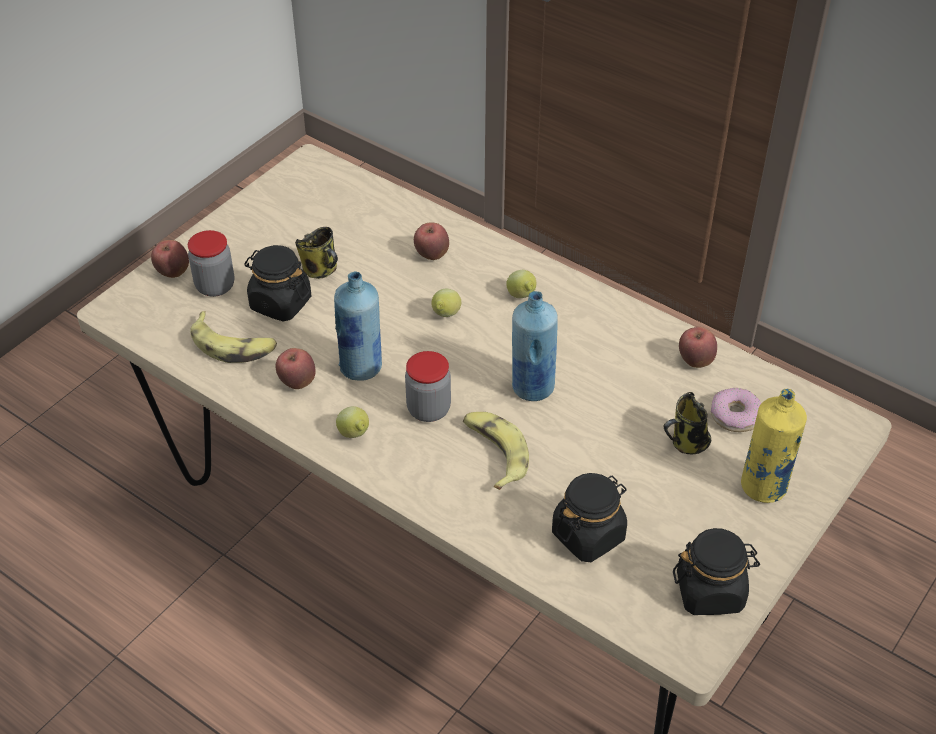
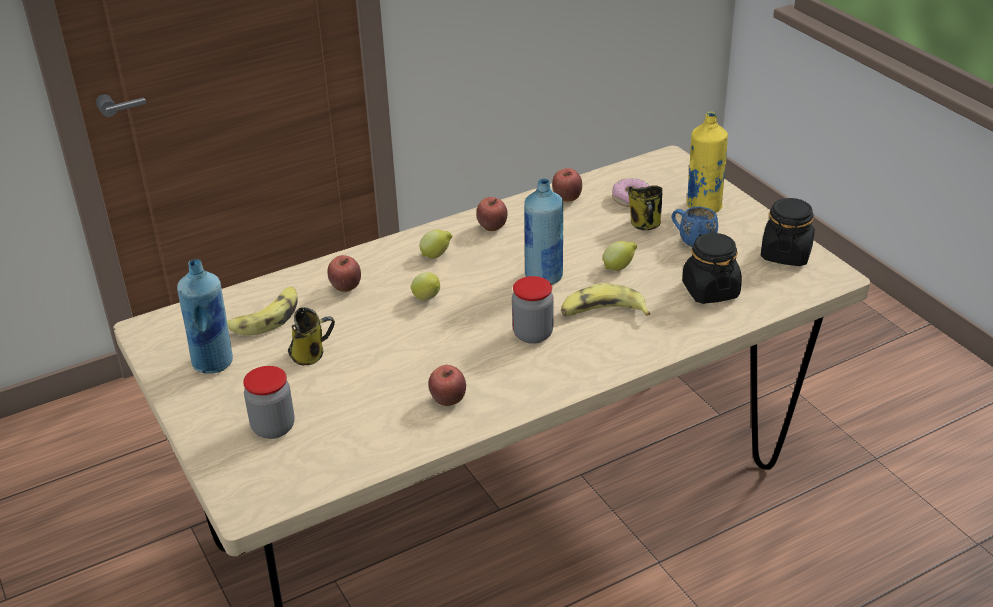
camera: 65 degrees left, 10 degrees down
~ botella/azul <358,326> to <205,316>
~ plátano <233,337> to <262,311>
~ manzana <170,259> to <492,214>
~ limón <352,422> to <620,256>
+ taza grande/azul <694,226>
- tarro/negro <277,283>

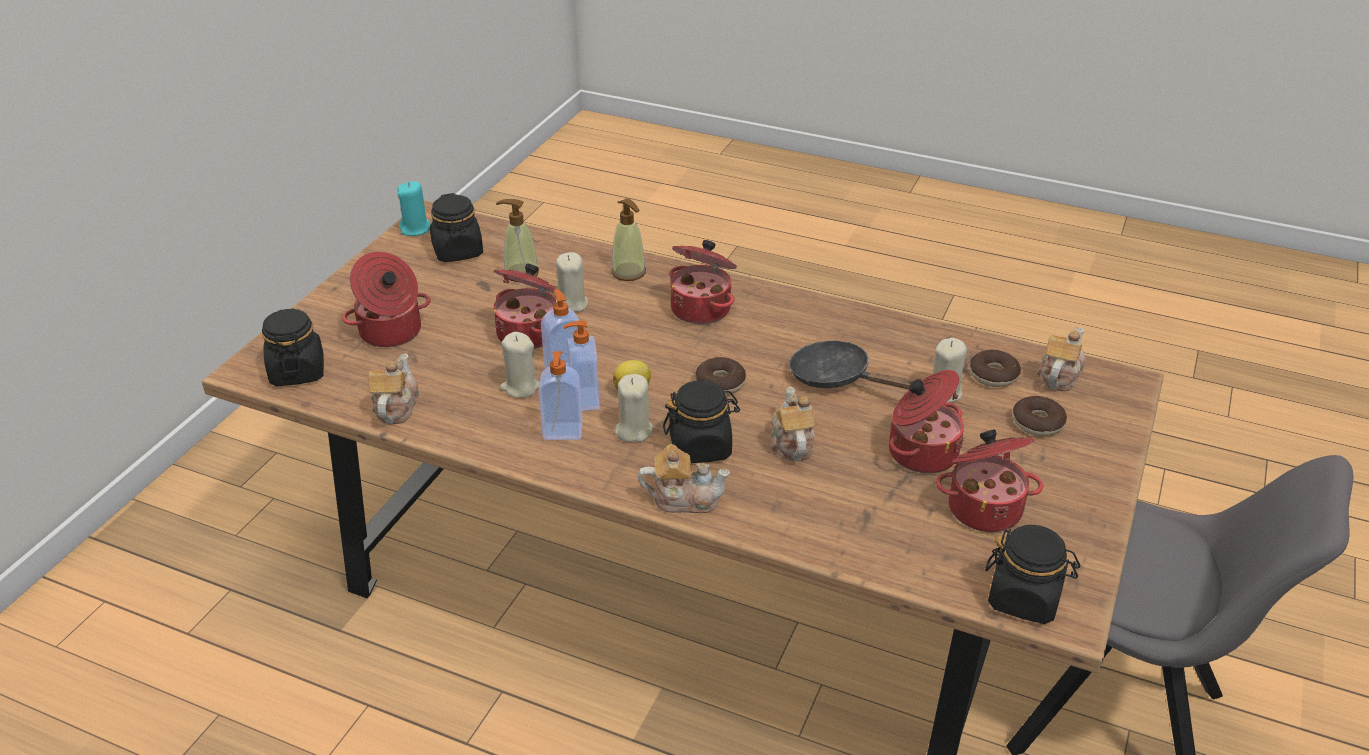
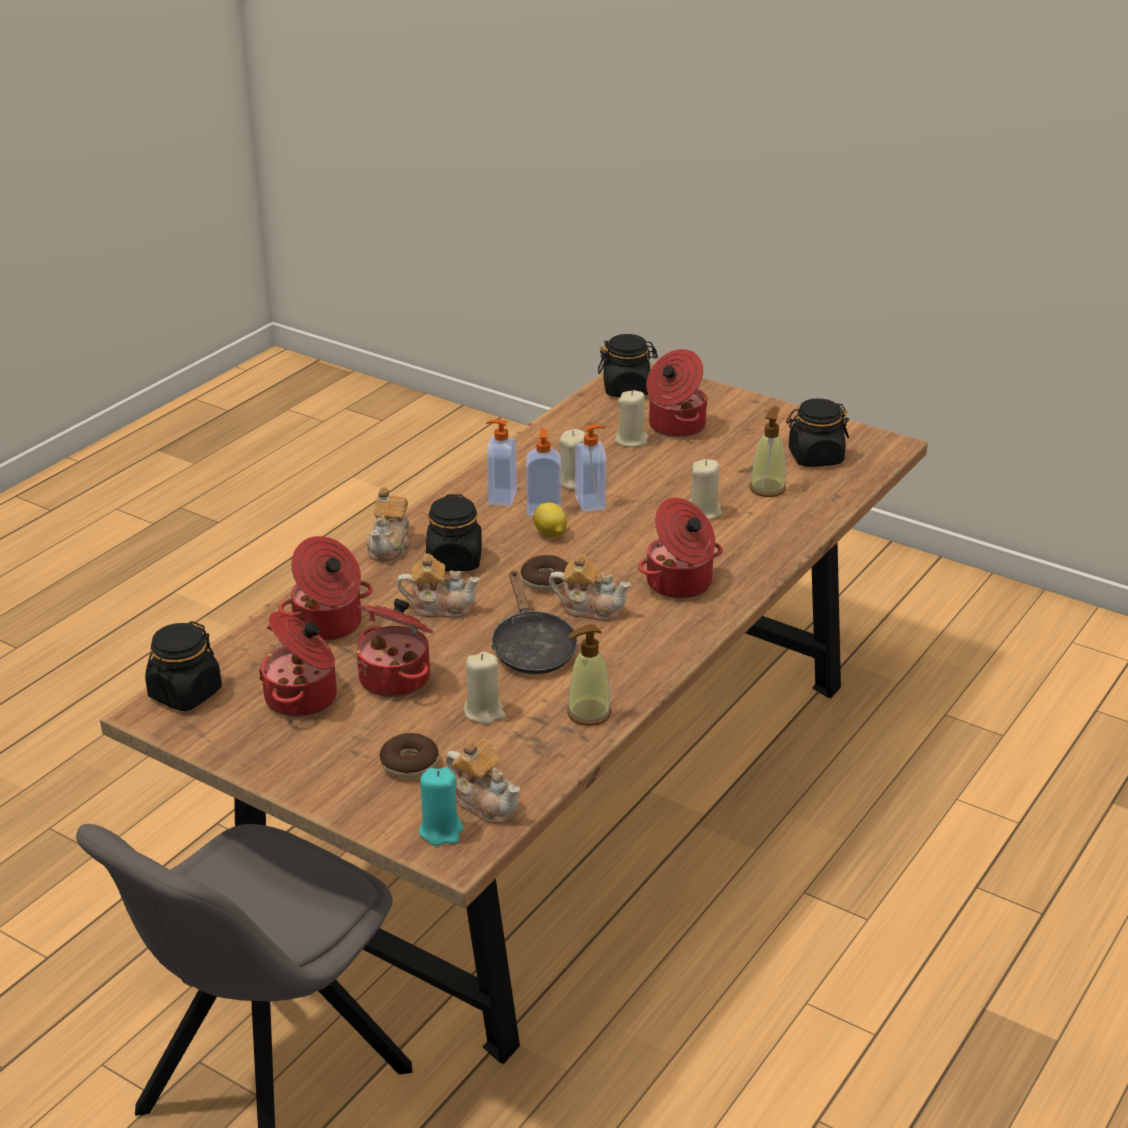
camera: 100 degrees right, 5 degrees down
~ olla <525,306> to <325,588>
~ vela/turquesa <413,208> to <441,806>
~ sartén/negro <851,365> = <534,622> 120 degrees clockwise
~ tetera <394,388> to <590,587>
~ dispensador de jabón <628,239> to <589,675>
~ vela/beis <634,408> to <632,418>
- rosquilla <995,368>

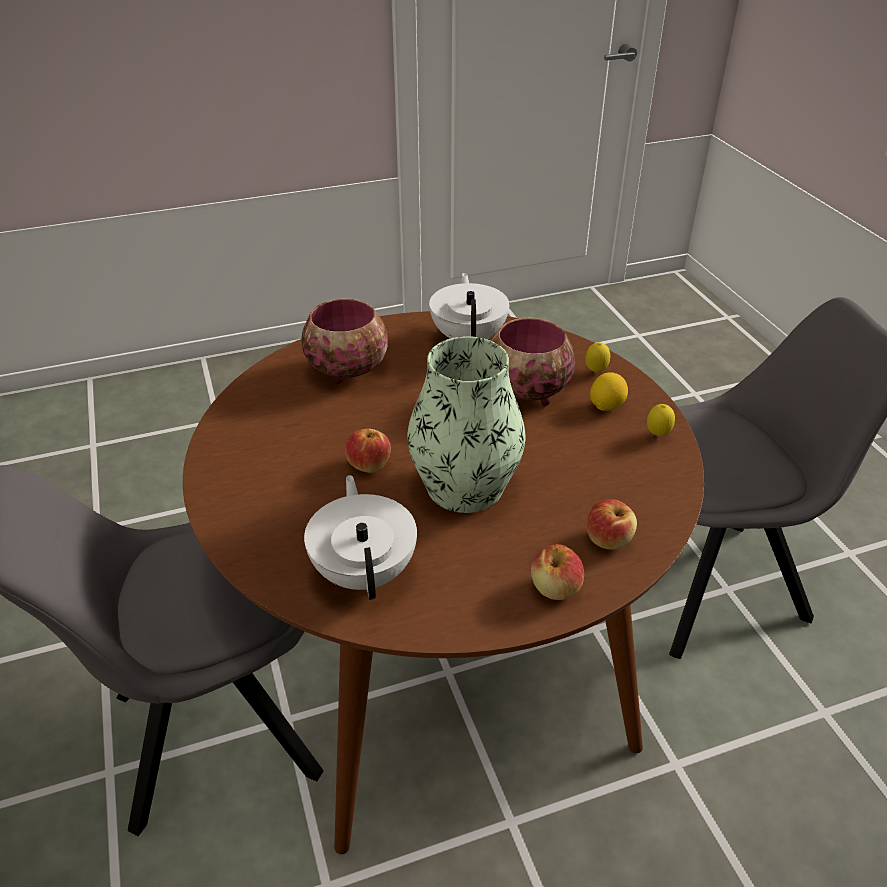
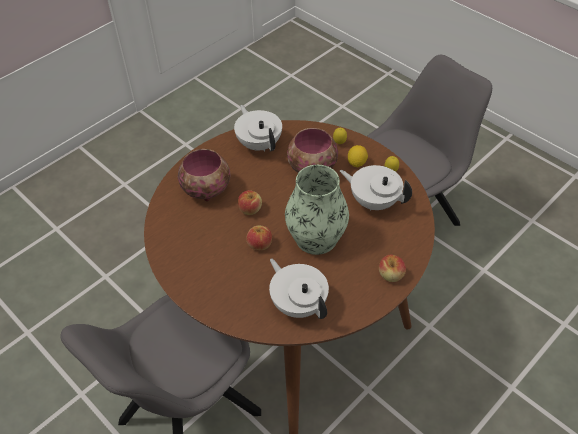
camera: 25 degrees left, 10 degrees up
~ manzana <612,524> to <250,202>
+ tetera/blanco <376,188>

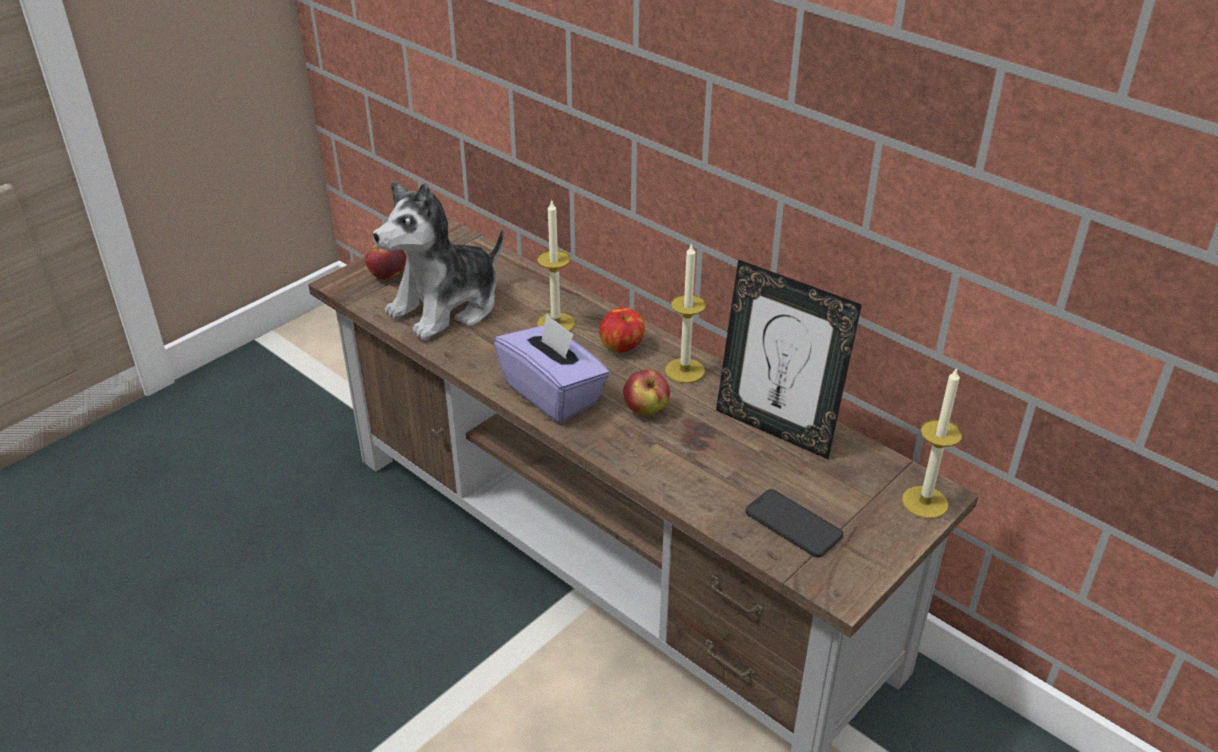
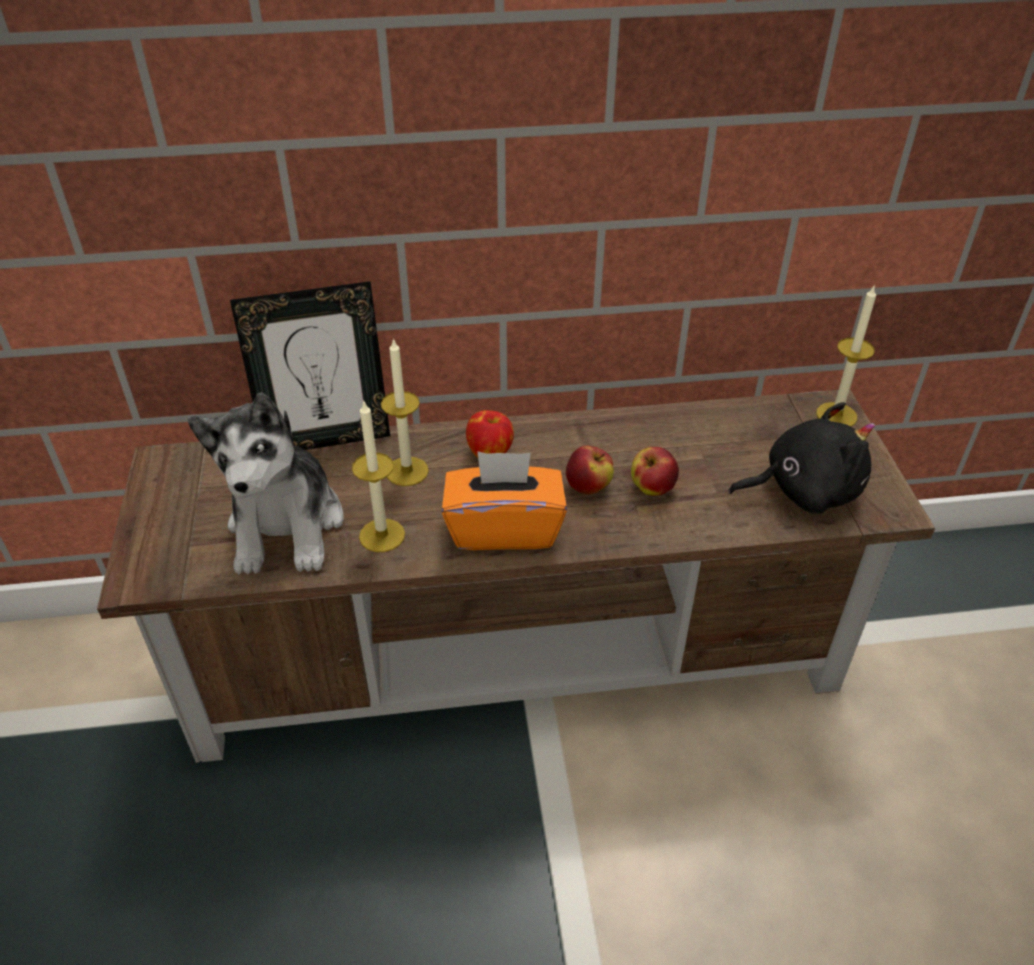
camera: 50 degrees left, 5 degrees up
~ portarretratos <789,359> to <310,365>
~ vela <685,313> to <378,476>
~ caja de pañuelos/morado <552,368> to caja de pañuelos/naranja <504,500>
~ manzana <385,262> to <655,471>
~ móvil <794,523> to peluche/negro <801,458>

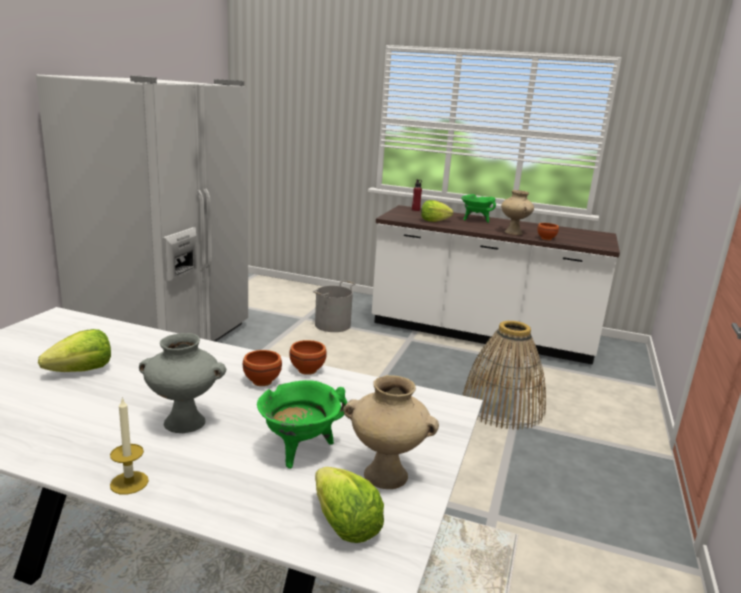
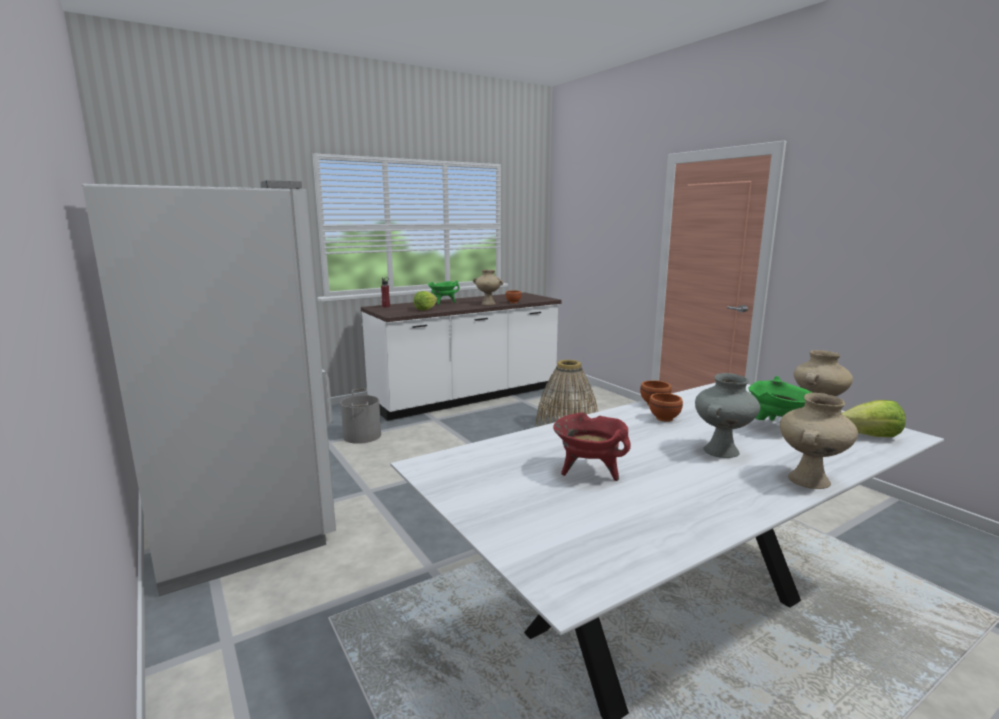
camera: 50 degrees left, 5 degrees down
~ lechuga <74,350> to olla/rojo <592,446>
~ vela <129,446> to florero/beis <819,441>

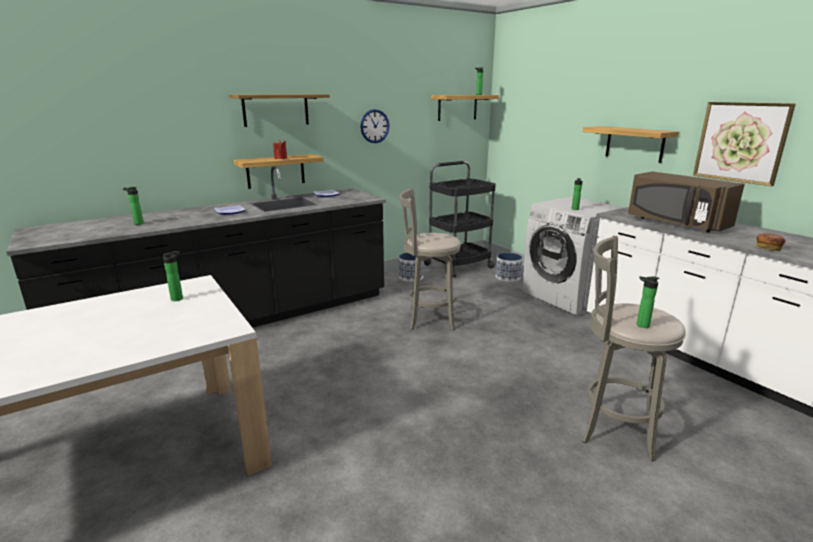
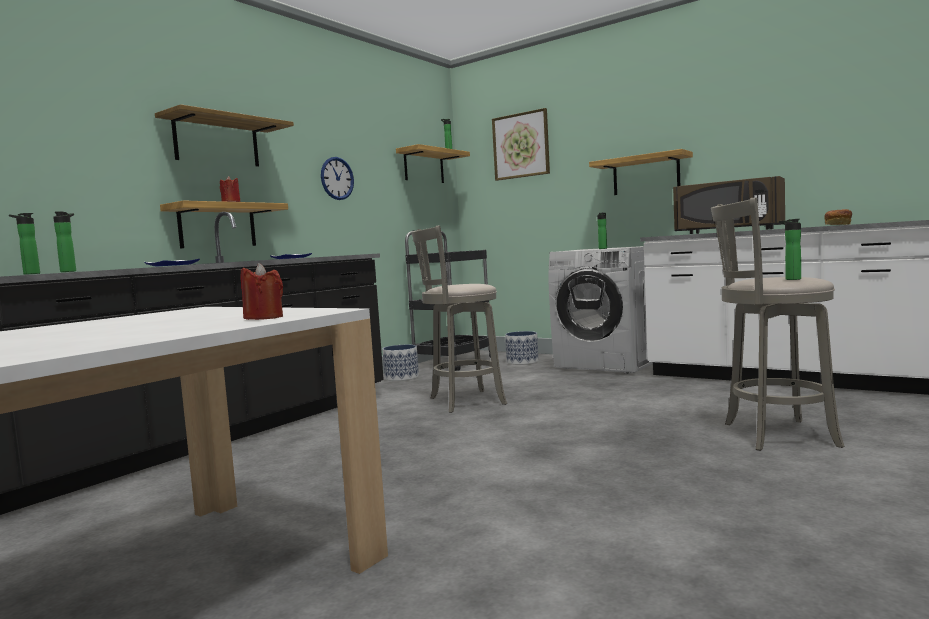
camera: 20 degrees left, 15 degrees down
~ botella <173,276> to <64,242>
+ vela/rojo <262,291>
~ cuadro <744,144> to <521,144>

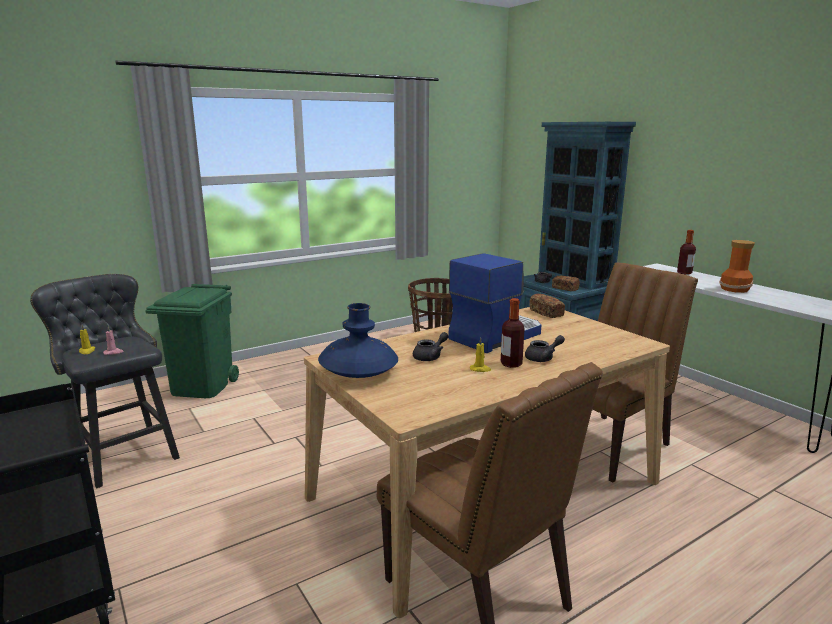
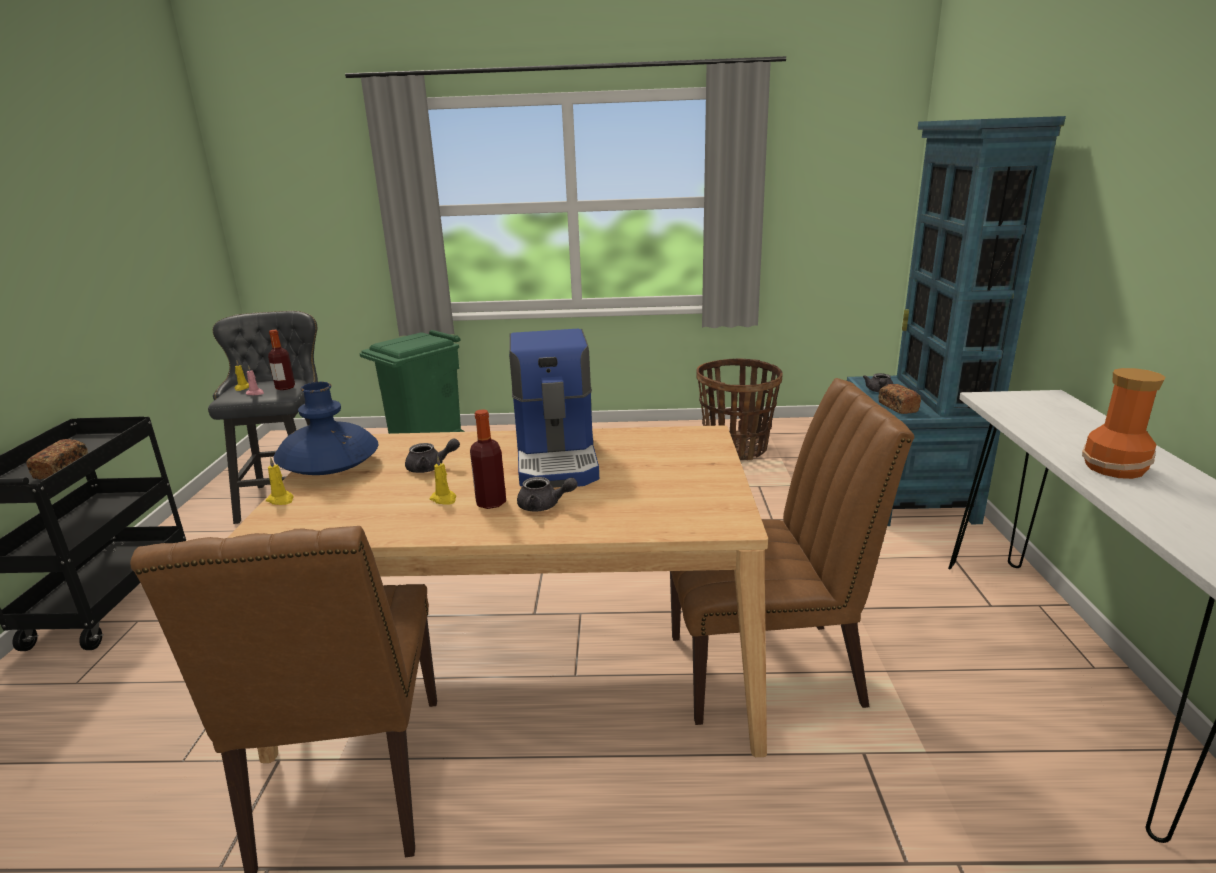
camera: 35 degrees right, 5 degrees up
~ pan <547,305> to <57,459>
+ vela/amarillo <280,481>
~ botella <686,252> to <281,360>
~ cafetera <494,303> = <554,408> 90 degrees clockwise

